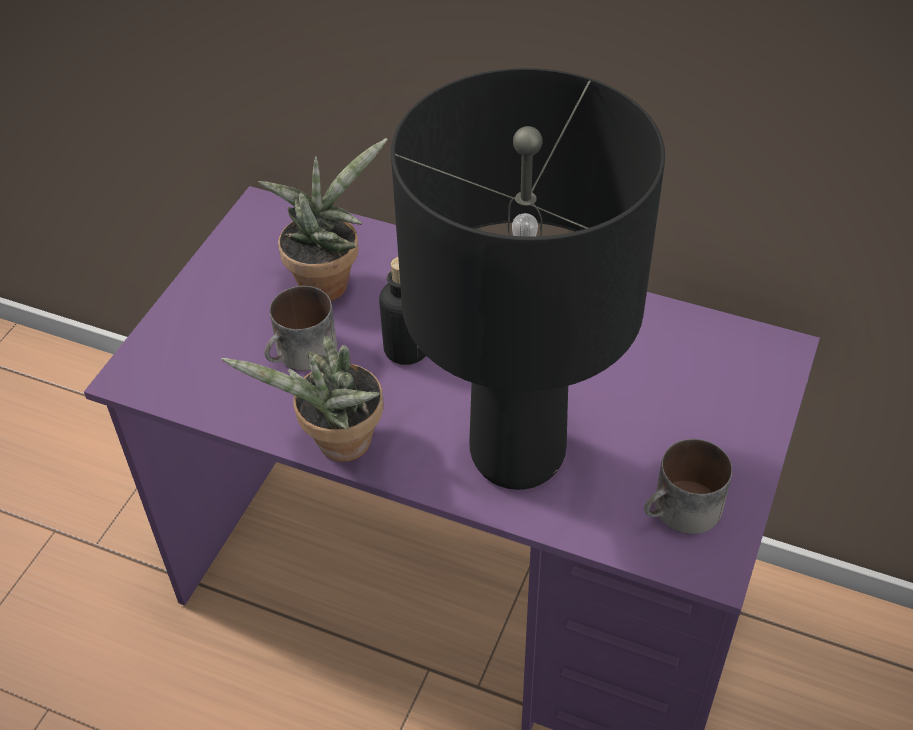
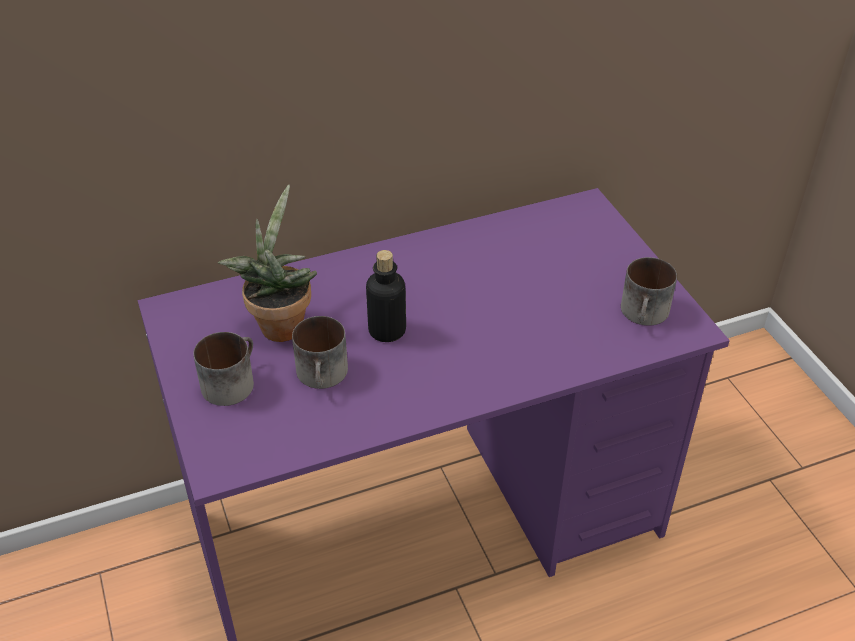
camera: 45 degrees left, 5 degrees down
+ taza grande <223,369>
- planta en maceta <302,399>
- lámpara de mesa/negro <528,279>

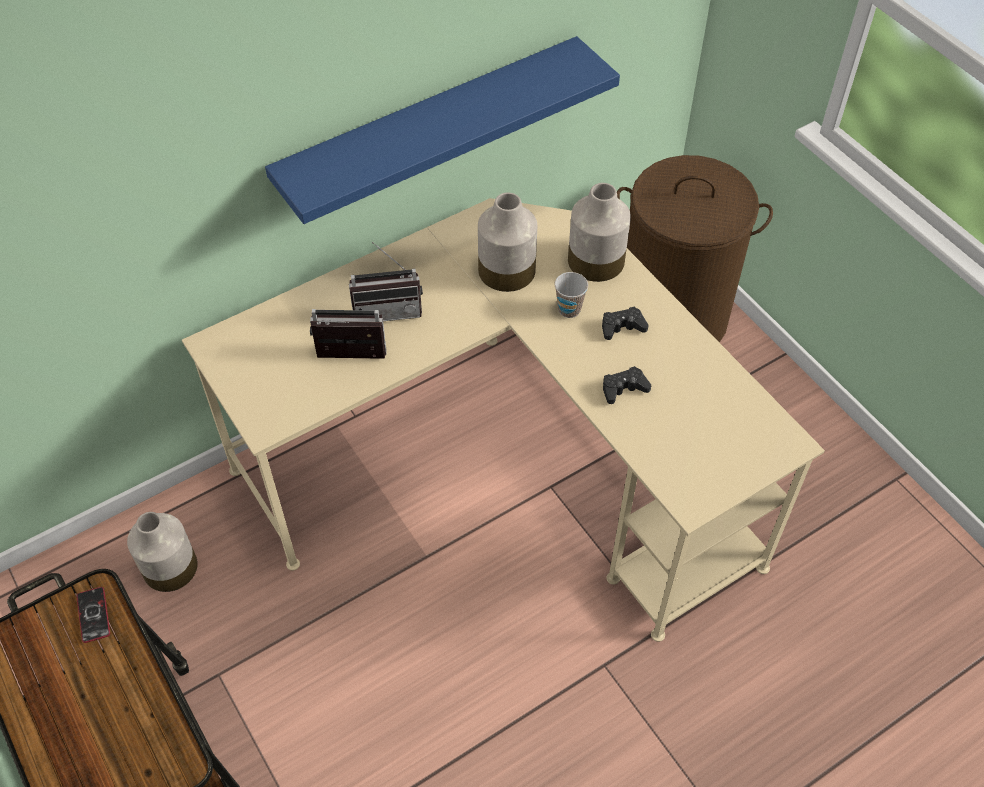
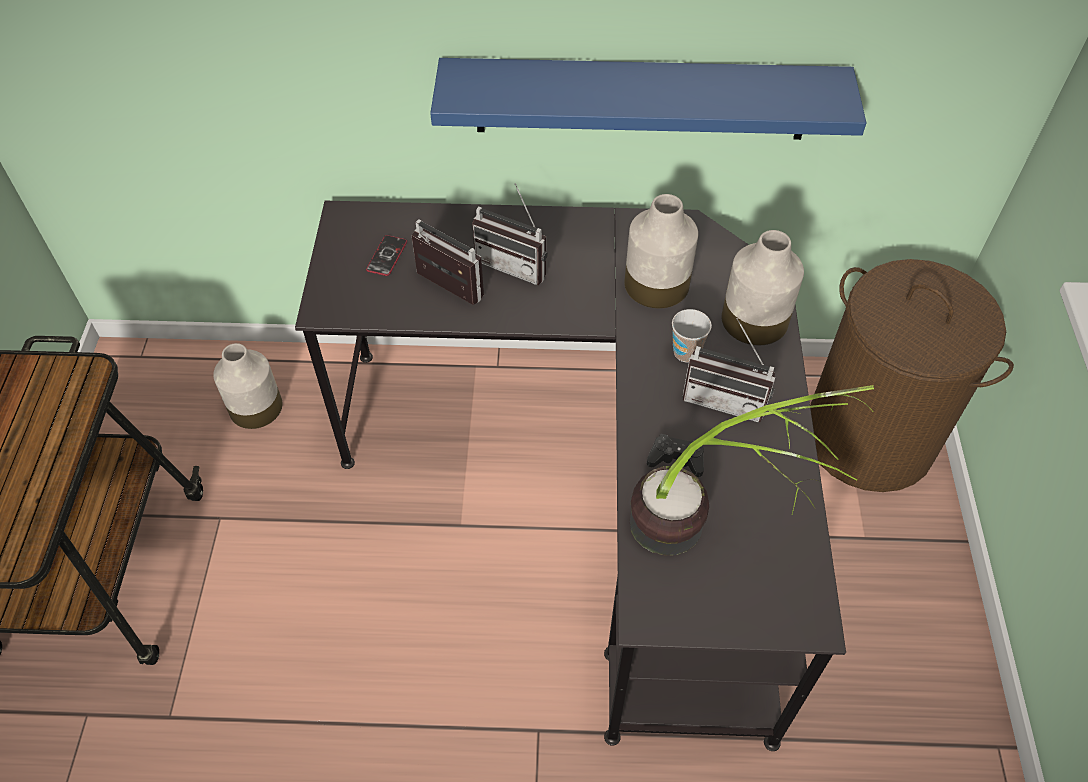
camera: 35 degrees right, 0 degrees up
~ escritorio/beis <503,420> to escritorio/negro <570,476>
~ móvil <93,615> to <386,255>
+ planta en maceta <752,470>
~ mando de consola/negro <625,323> to radio <729,370>

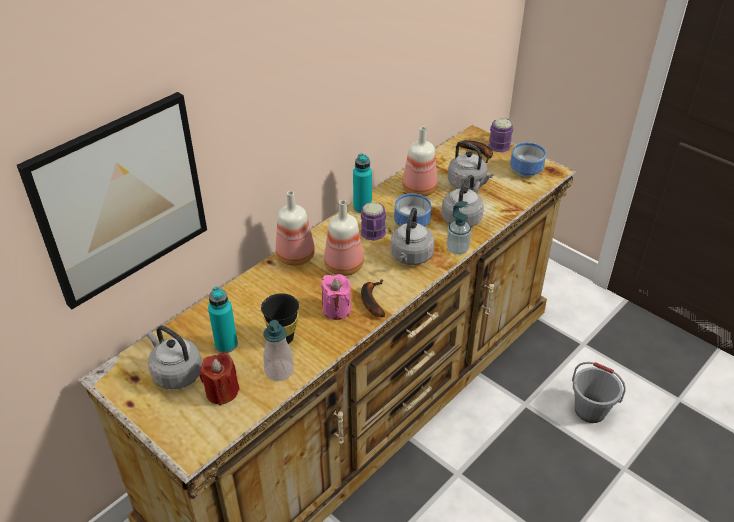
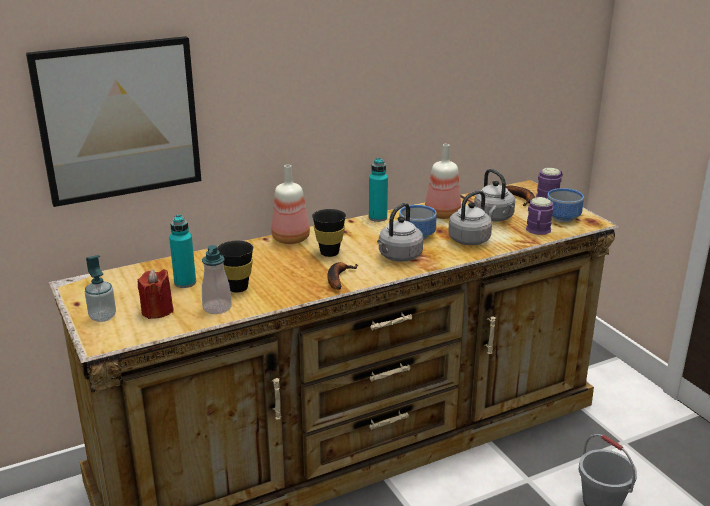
camera: 20 degrees right, 15 degrees down
~ dispensador de jabón <459,228> to <100,288>
~ botella <344,238> to taza/negro <329,233>
~ taza grande/morado <373,221> to <540,216>
- hervidor/gris <174,358>
- vela/rosa <336,297>

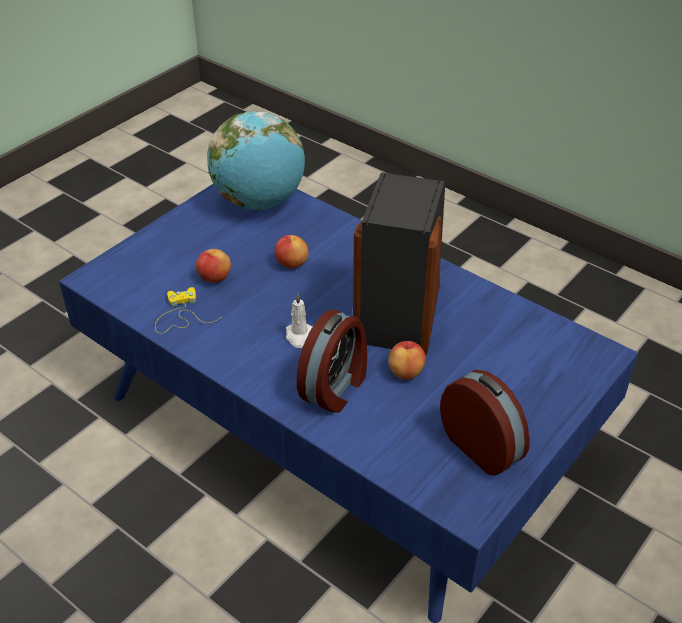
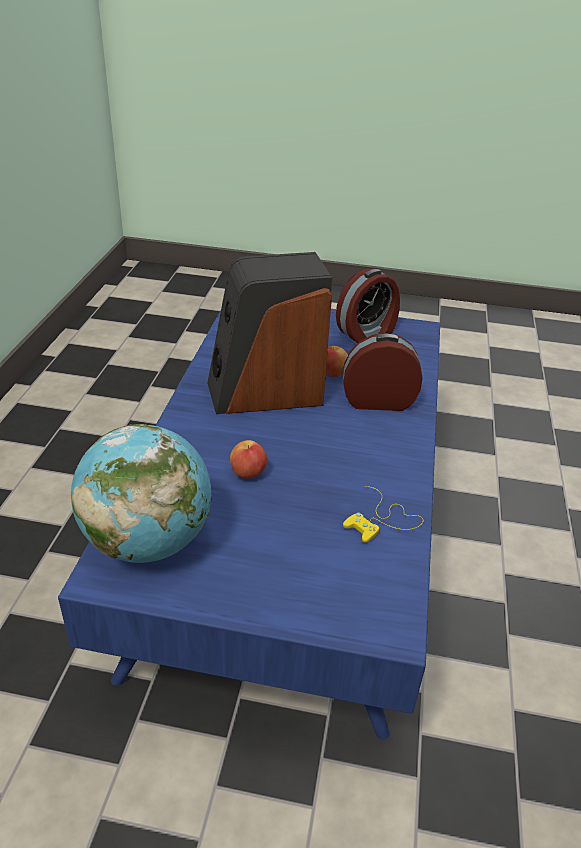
camera: 120 degrees left, 5 degrees down
~ despertador <485,422> = <368,306> 150 degrees counterclockwise
- manzana <213,266>
- vela/blanco <299,321>

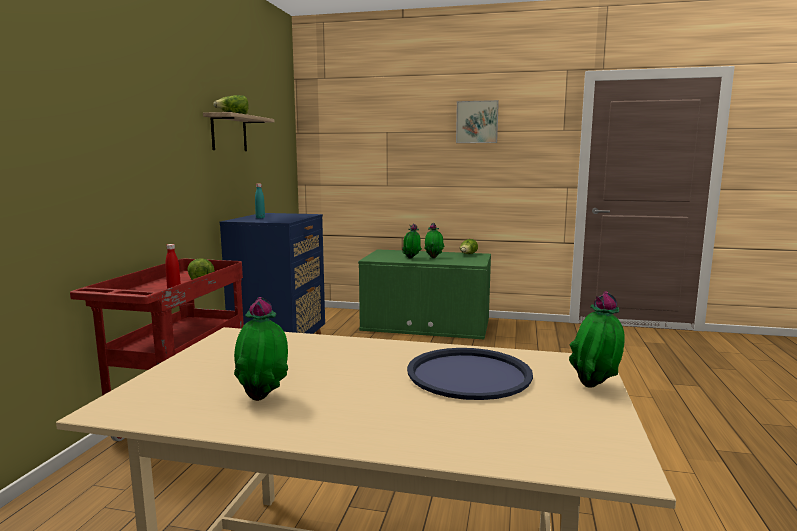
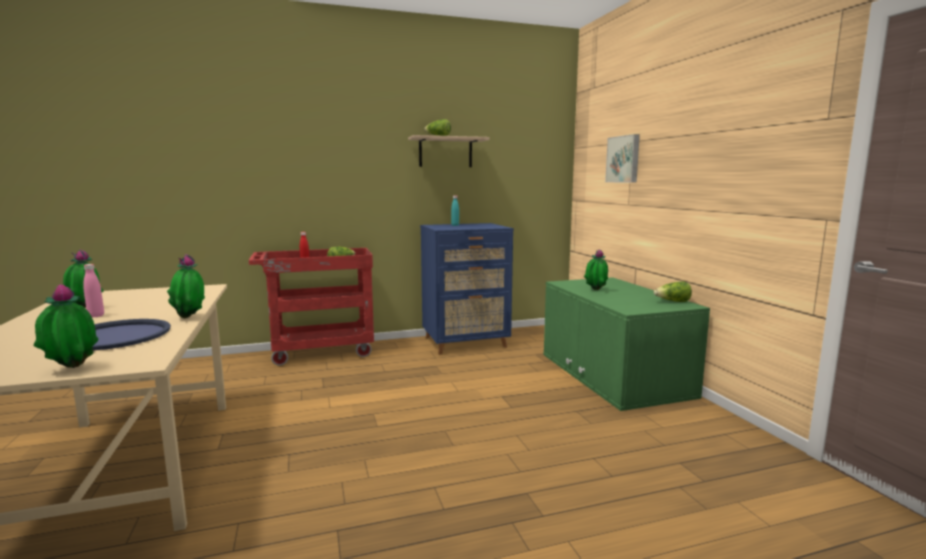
camera: 60 degrees right, 0 degrees up
+ botella/rosa <93,291>
~ planta en maceta <434,240> to <186,286>
~ cuadro <477,121> to <622,158>

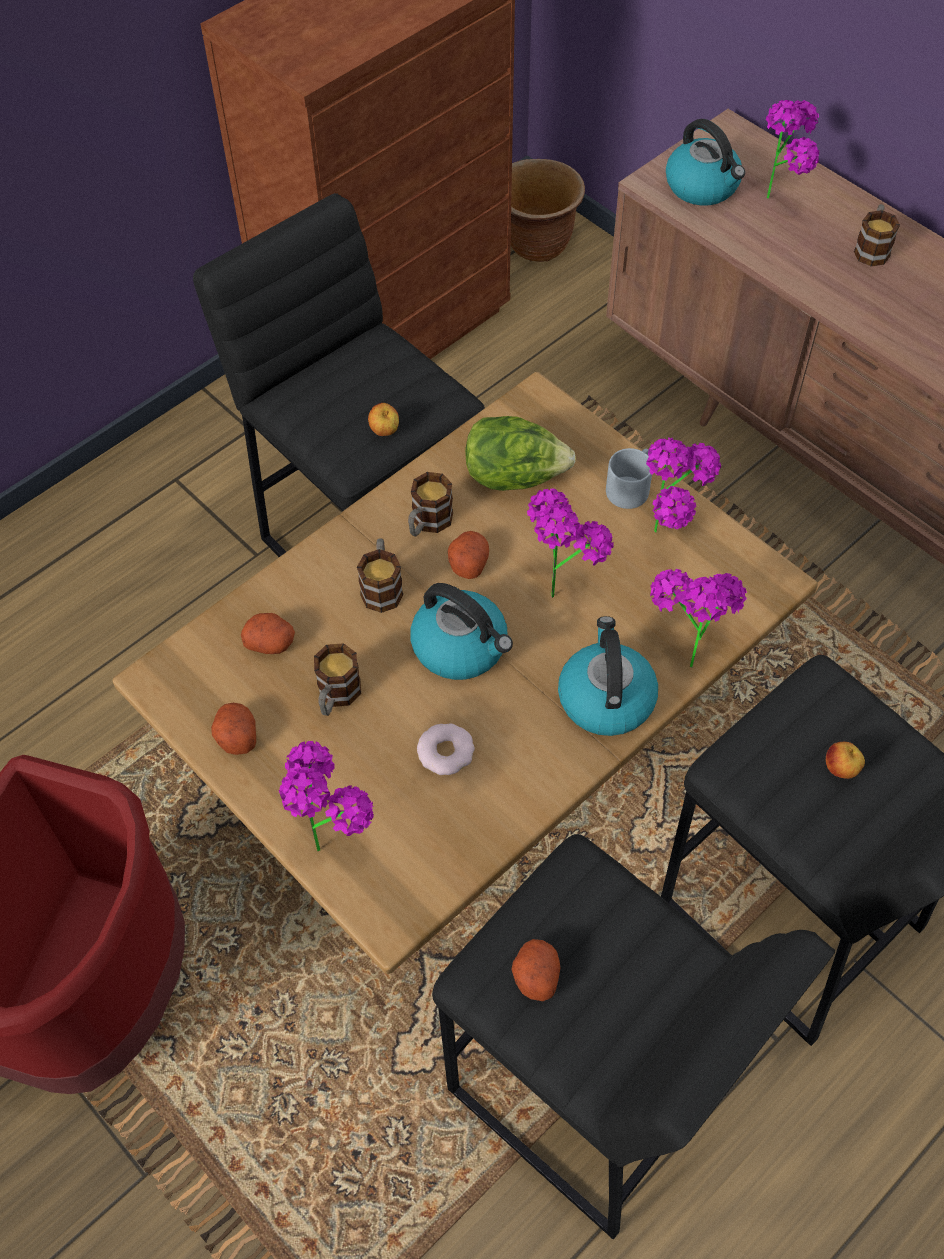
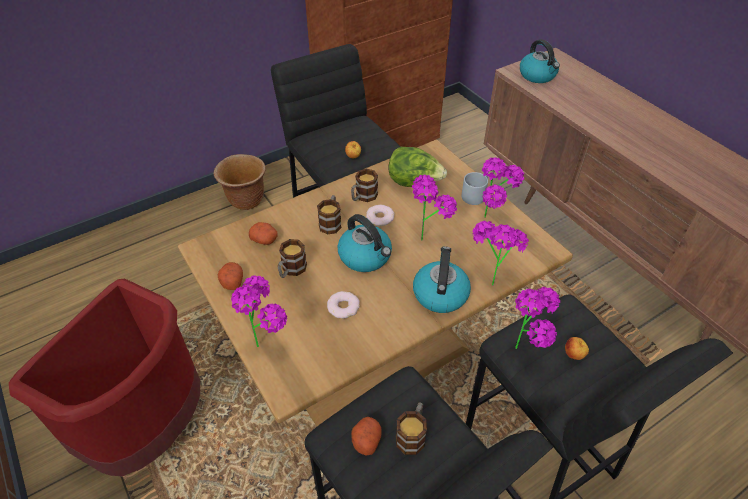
camera: 10 degrees right, 10 degrees down
~ maceta/marrón <548,210> to <239,182>
~ patata <468,555> to rosquilla <380,215>
~ taza grande <877,235> to <411,428>
~ planta en maceta <793,149> to <537,318>

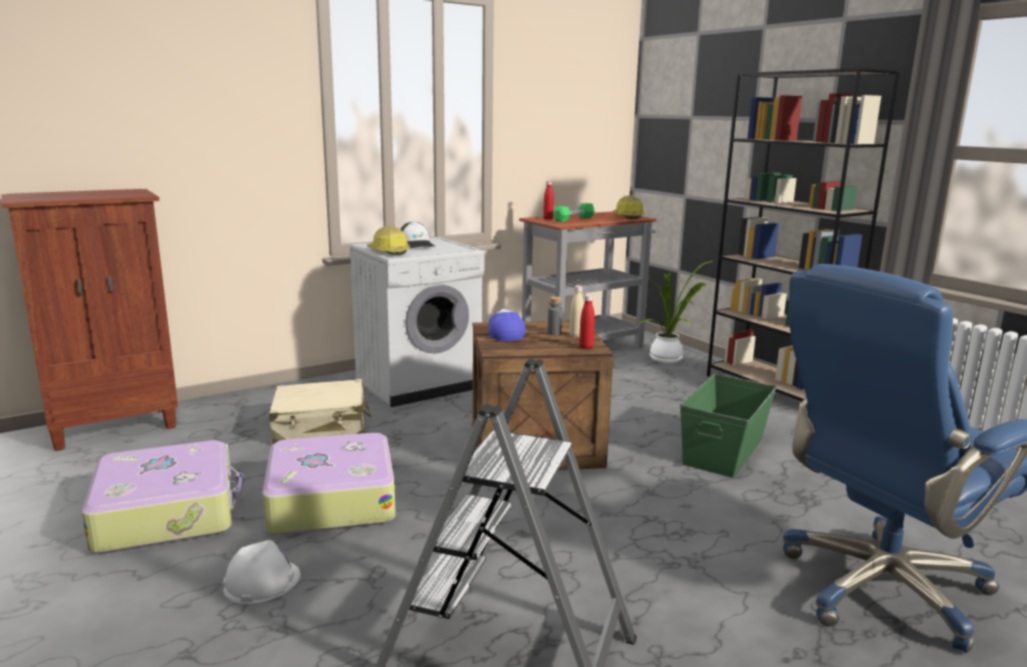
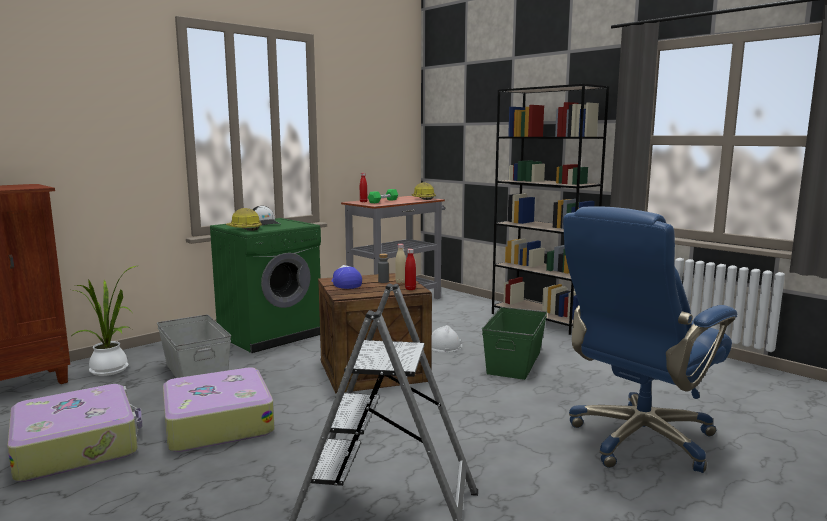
camera: 10 degrees left, 5 degrees down
~ planta en maceta <676,312> to <105,320>
~ maleta/beis <320,411> to caja de almacenaje/gris <194,346>
~ lavadora/blanco <417,322> to lavadora/verde <265,285>
~ casco/blanco <262,572> to <447,339>

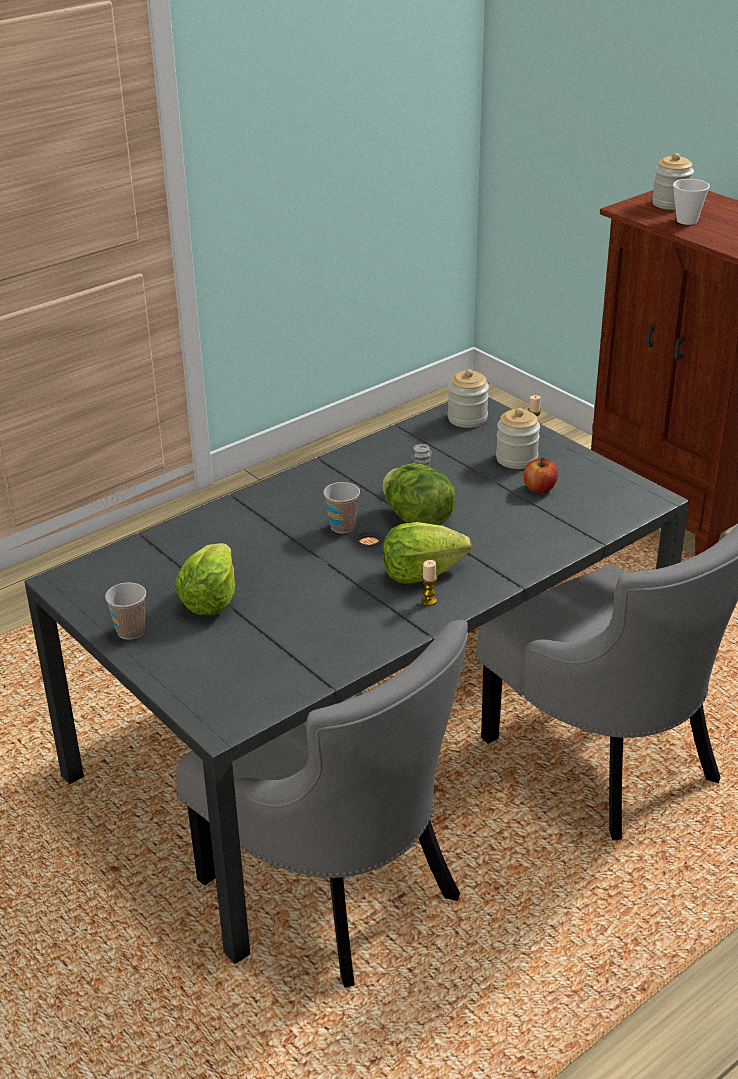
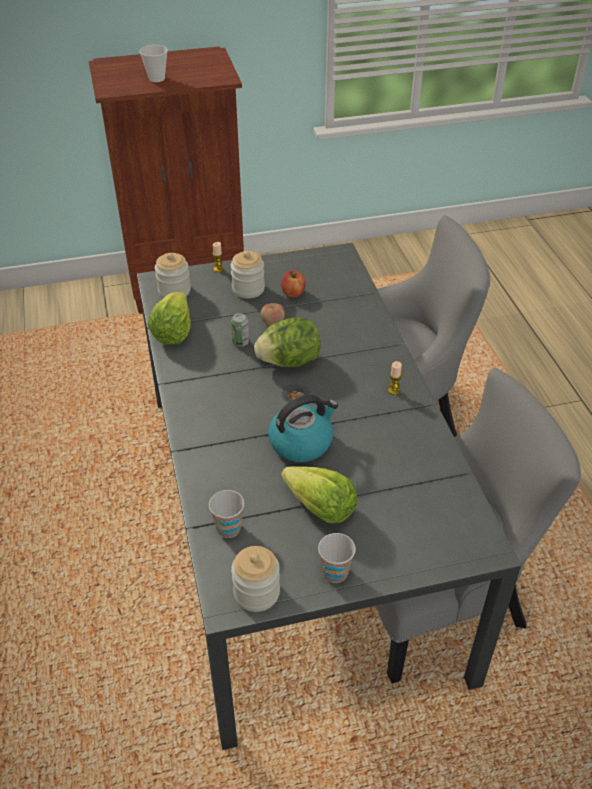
camera: 65 degrees left, 10 degrees up
~ lechuga <427,553> to <169,318>
~ taza <341,508> to <227,514>
~ tarro <673,181> to <255,579>
+ manzana <272,314>
+ hervidor <303,428>

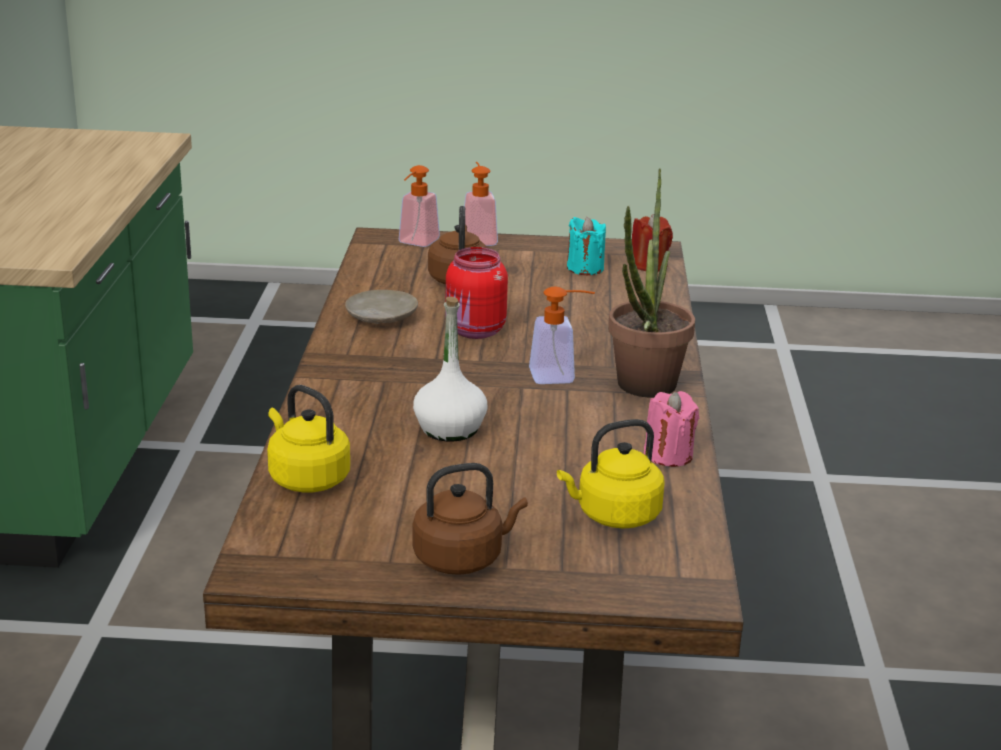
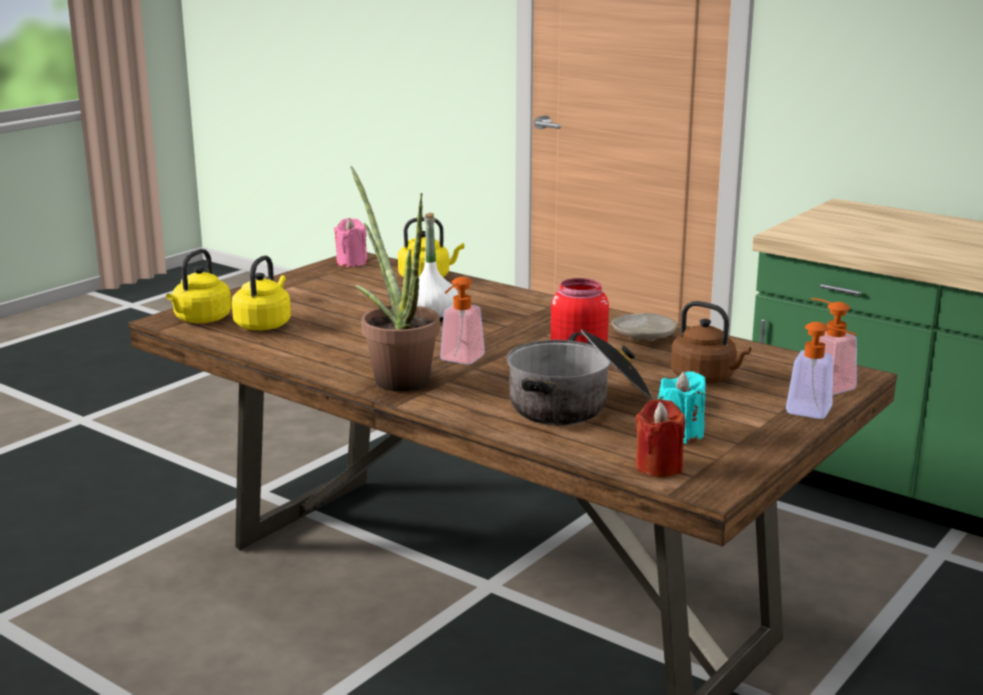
camera: 125 degrees right, 5 degrees down
+ hervidor/amarillo <199,286>
~ vela/rosa <671,429> to <351,242>
+ olla <579,377>
- hervidor/marrón <470,519>

